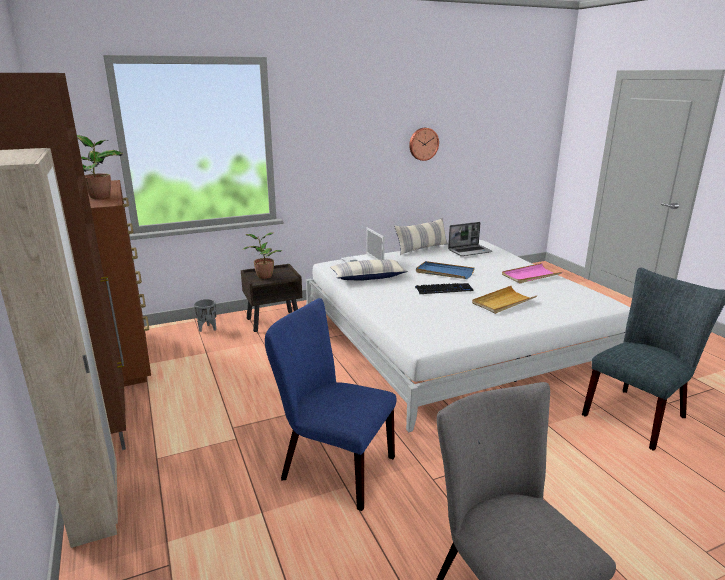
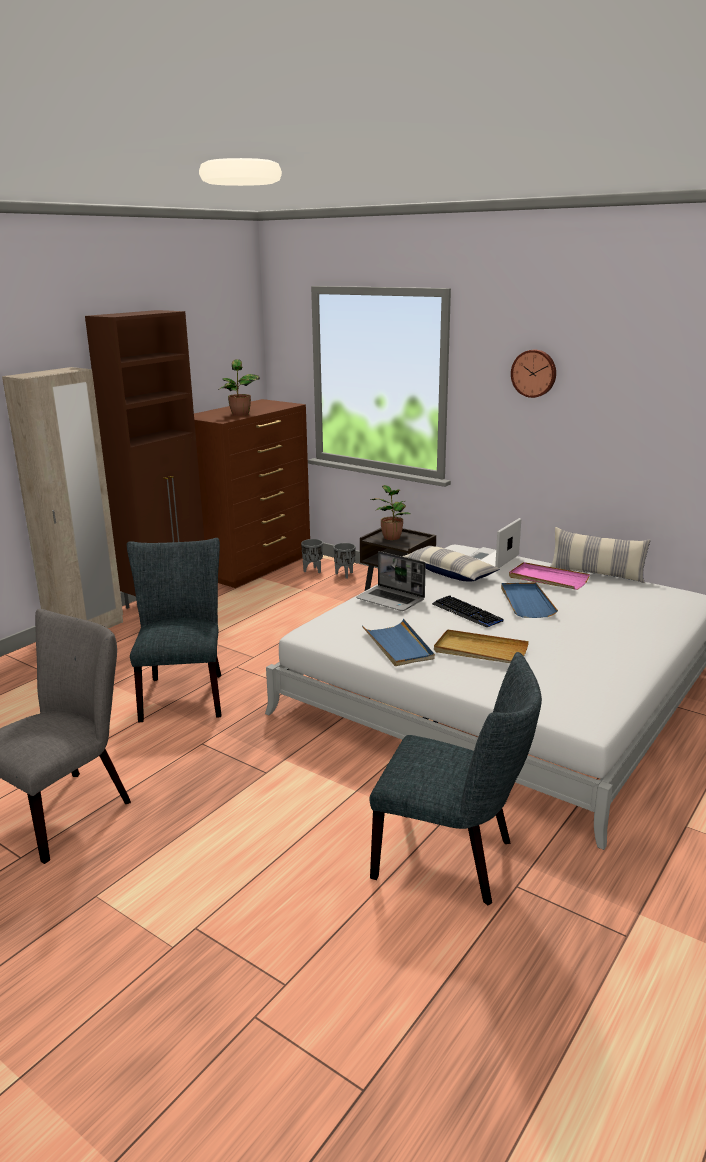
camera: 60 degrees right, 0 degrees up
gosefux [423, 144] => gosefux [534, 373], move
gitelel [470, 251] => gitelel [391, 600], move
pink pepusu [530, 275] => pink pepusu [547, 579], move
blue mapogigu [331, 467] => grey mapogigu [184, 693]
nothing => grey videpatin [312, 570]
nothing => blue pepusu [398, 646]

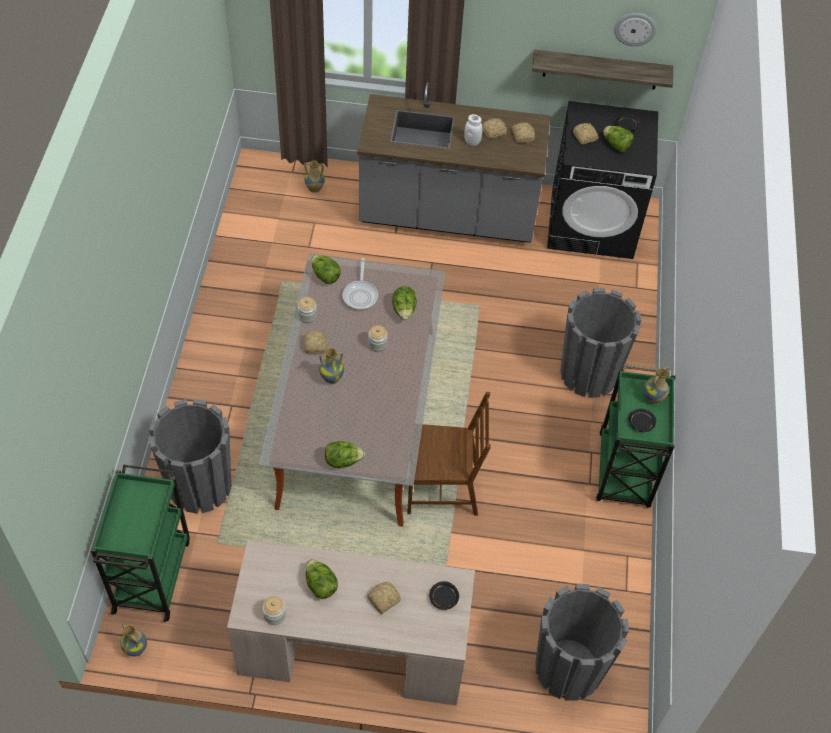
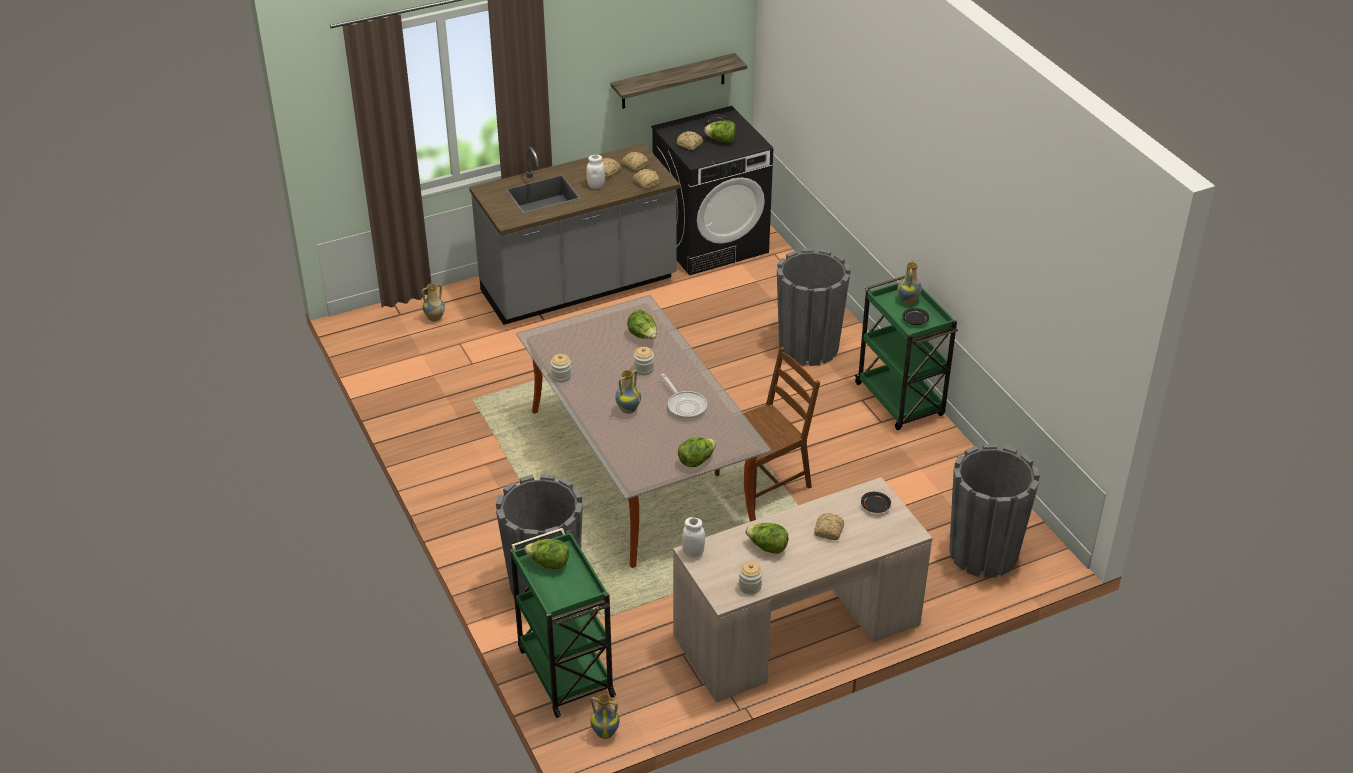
camera: 30 degrees left, 15 degrees down
gosefux [635, 28] => nothing
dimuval [325, 276] => dimuval [548, 564], move
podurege [360, 295] => podurege [685, 405], move
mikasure [315, 345] => mikasure [646, 182], move
nothing => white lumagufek [693, 552]

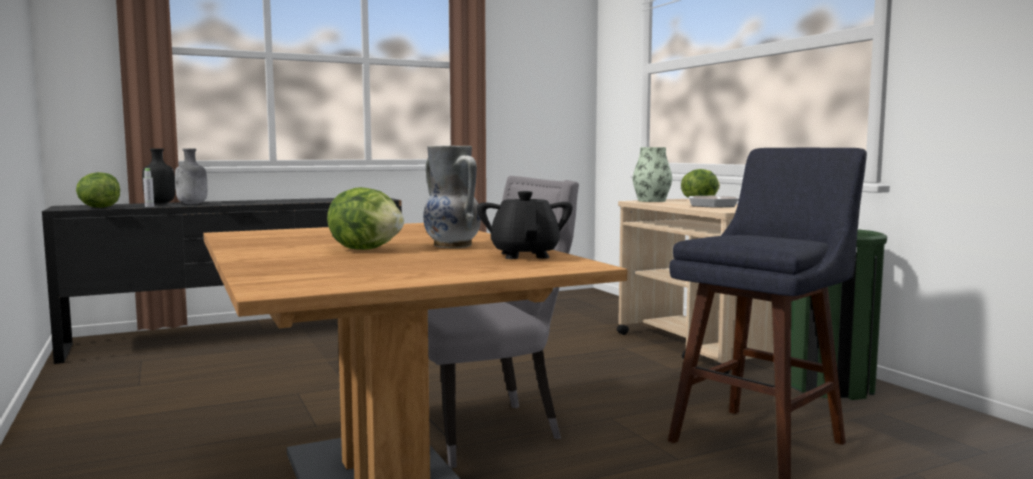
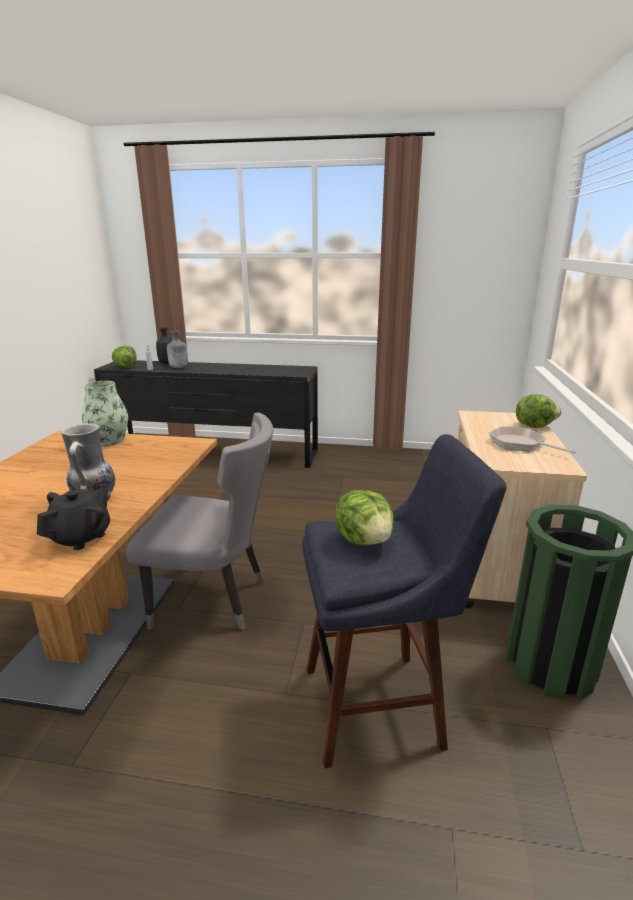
camera: 35 degrees right, 15 degrees up
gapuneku [651, 201] => gapuneku [109, 440], move
dimuval [367, 249] => dimuval [365, 540], move

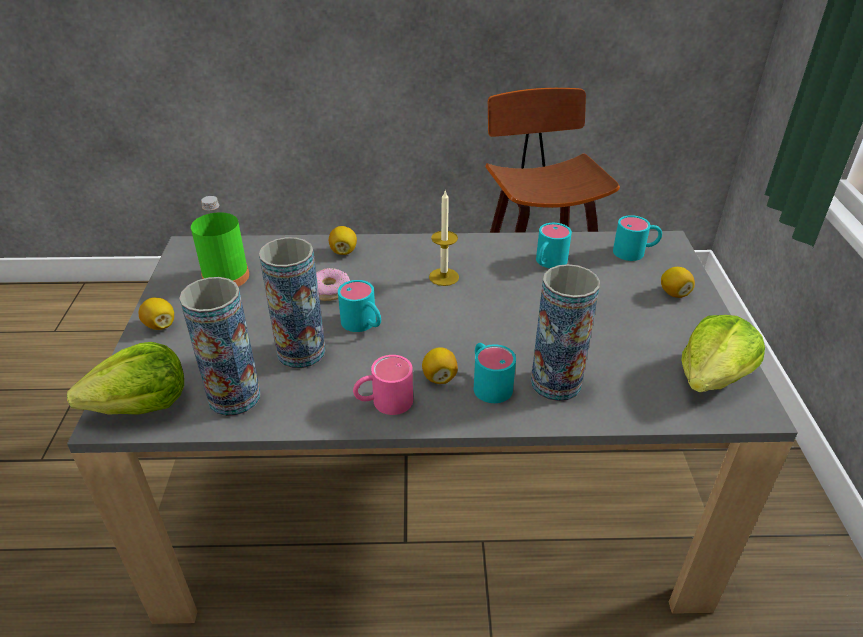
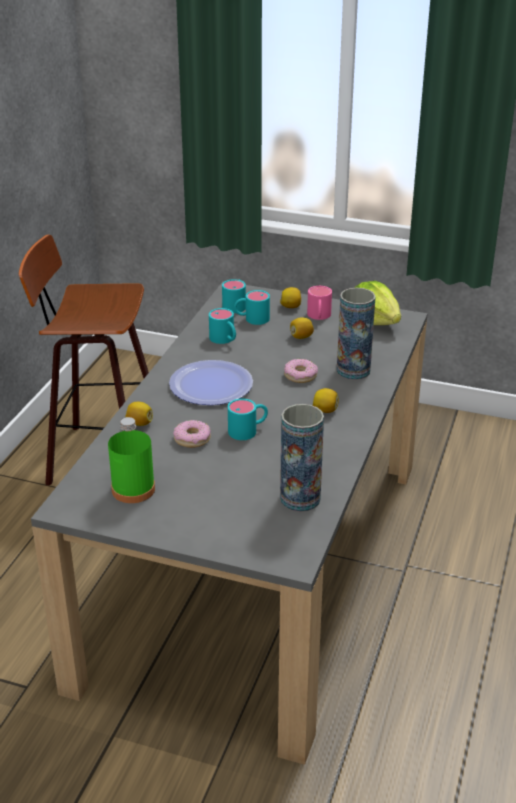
camera: 70 degrees left, 5 degrees down
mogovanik [444, 277] => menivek [211, 385]
gapuneku [301, 352] => nothing
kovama [160, 325] => kovama [301, 337], move
dimuval [141, 405] => nothing
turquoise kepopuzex [488, 383] => turquoise kepopuzex [251, 319], move
pink kepopuzex [383, 402] => pink kepopuzex [319, 316], move
nothing => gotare [300, 375]

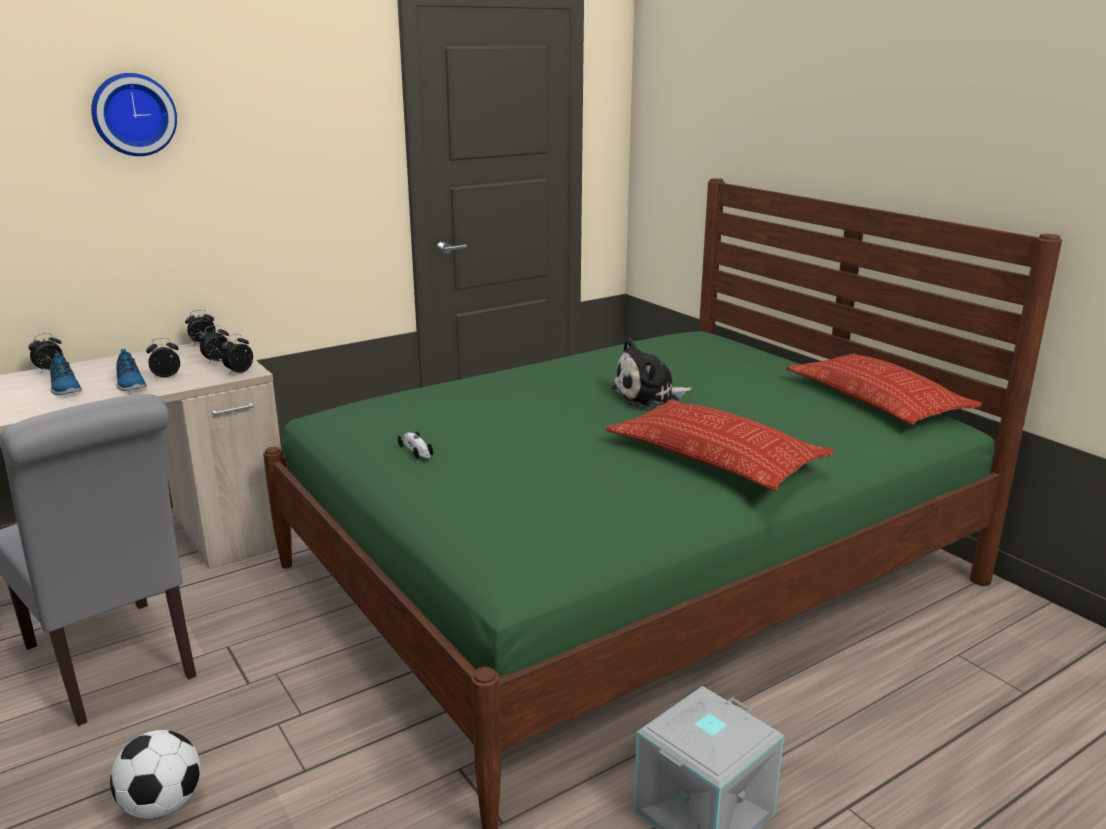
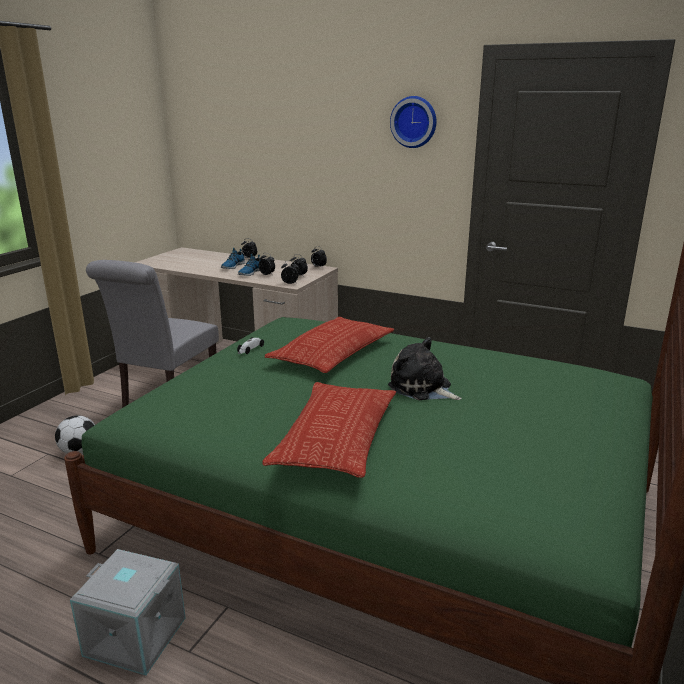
camera: 60 degrees right, 0 degrees up
gosefux [133, 114] => gosefux [414, 122], move
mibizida [877, 400] => mibizida [332, 353], move

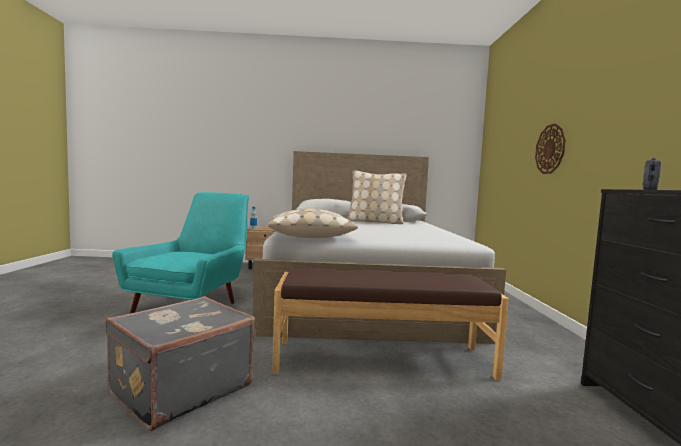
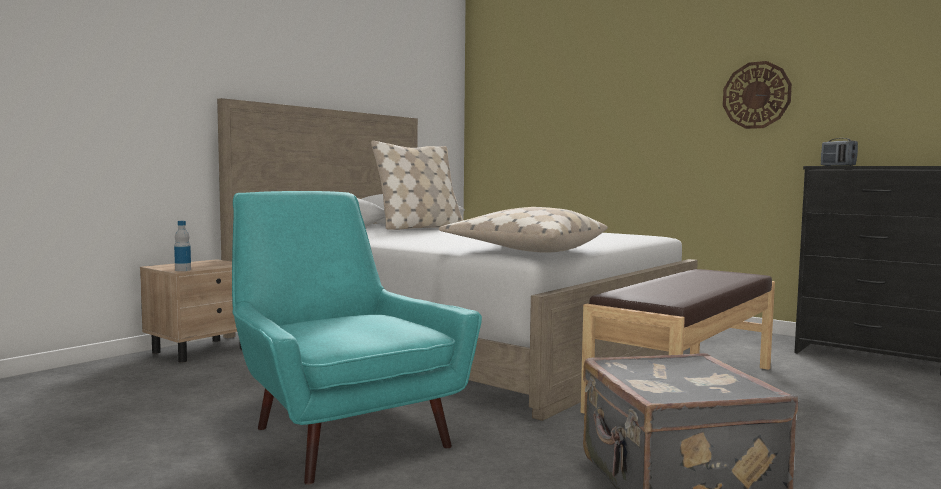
camera: 50 degrees left, 0 degrees up
gosefux [550, 149] => gosefux [756, 95], move

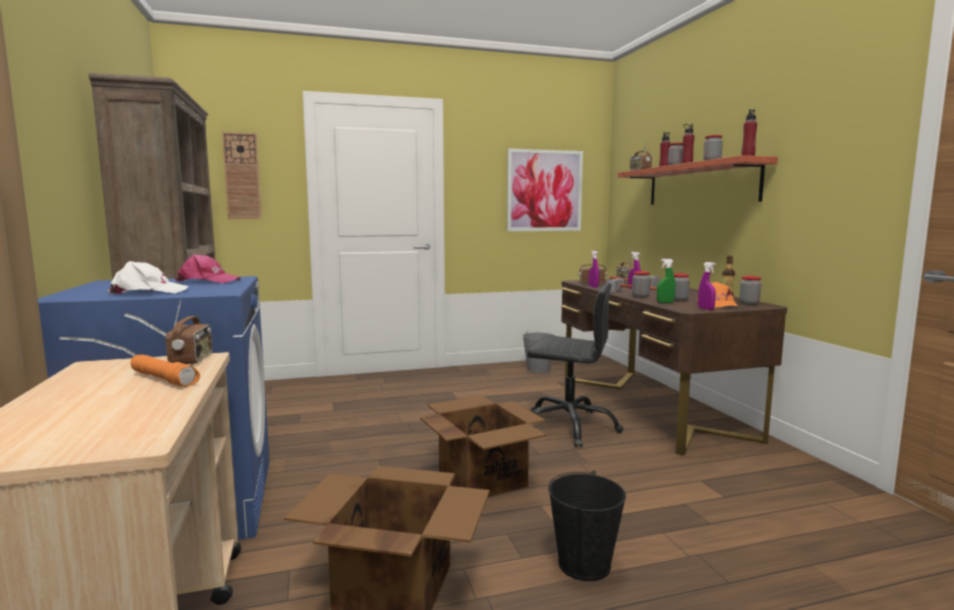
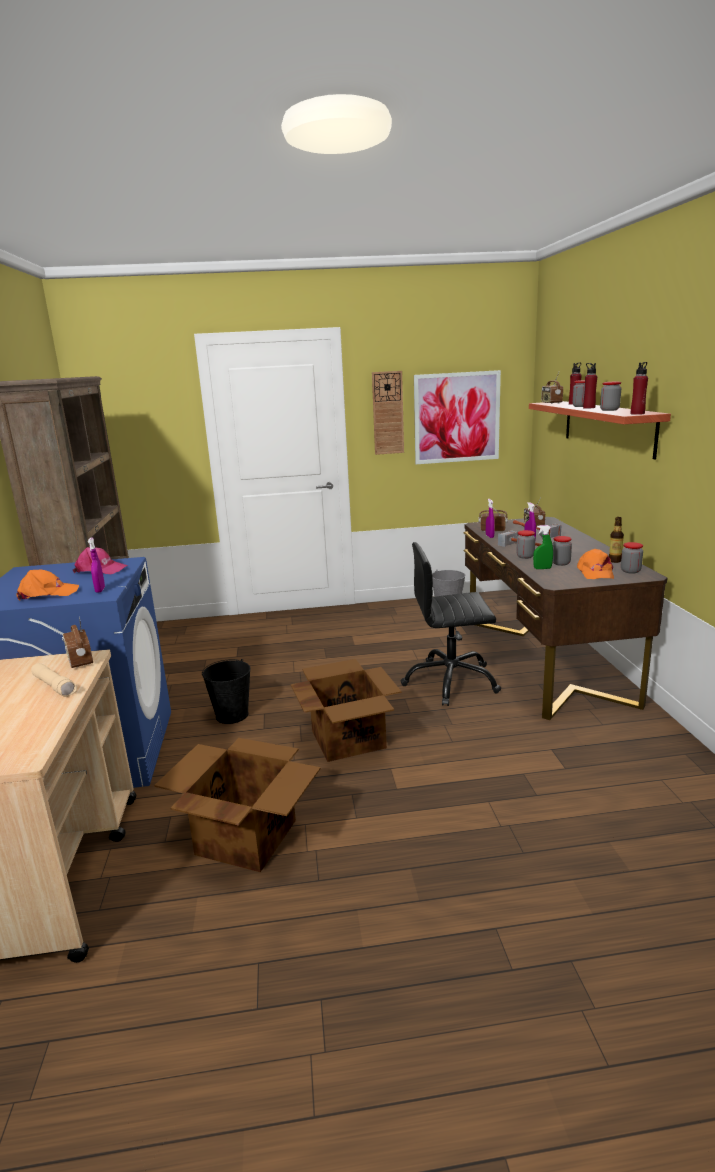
camera: 10 degrees right, 10 degrees up
gosefux [242, 176] => gosefux [388, 413], move
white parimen [148, 292] => orange parimen [47, 593]
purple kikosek [706, 309] => purple kikosek [100, 590], move
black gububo [569, 426] => black gububo [451, 681], 150 degrees clockwise
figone [192, 360] => figone [79, 661], 150 degrees clockwise
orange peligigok [165, 379] => beige peligigok [55, 686]
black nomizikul [584, 564] => black nomizikul [232, 715], move

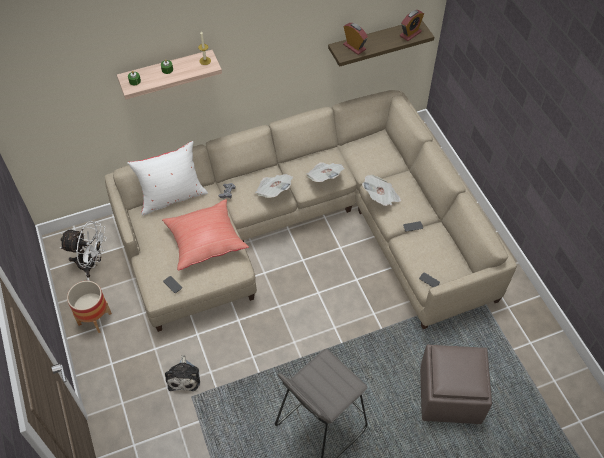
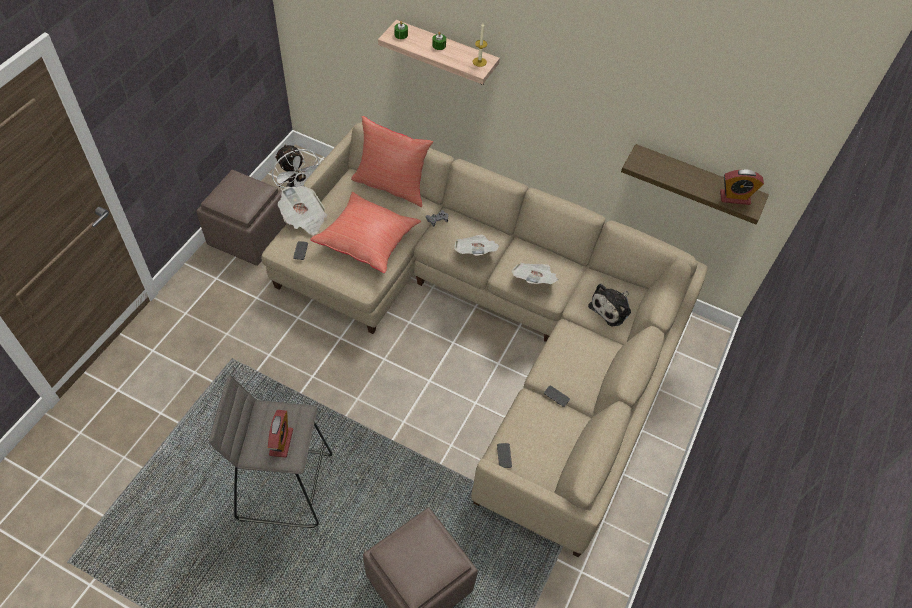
camera: 45 degrees right, 0 degrees up
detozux [354, 47] => detozux [281, 442], move
white mibizida [172, 197] => red mibizida [391, 186]
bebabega [381, 197] => bebabega [304, 219], move
videpatin [95, 319] => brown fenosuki [248, 236]
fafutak [184, 377] => fafutak [611, 308], move

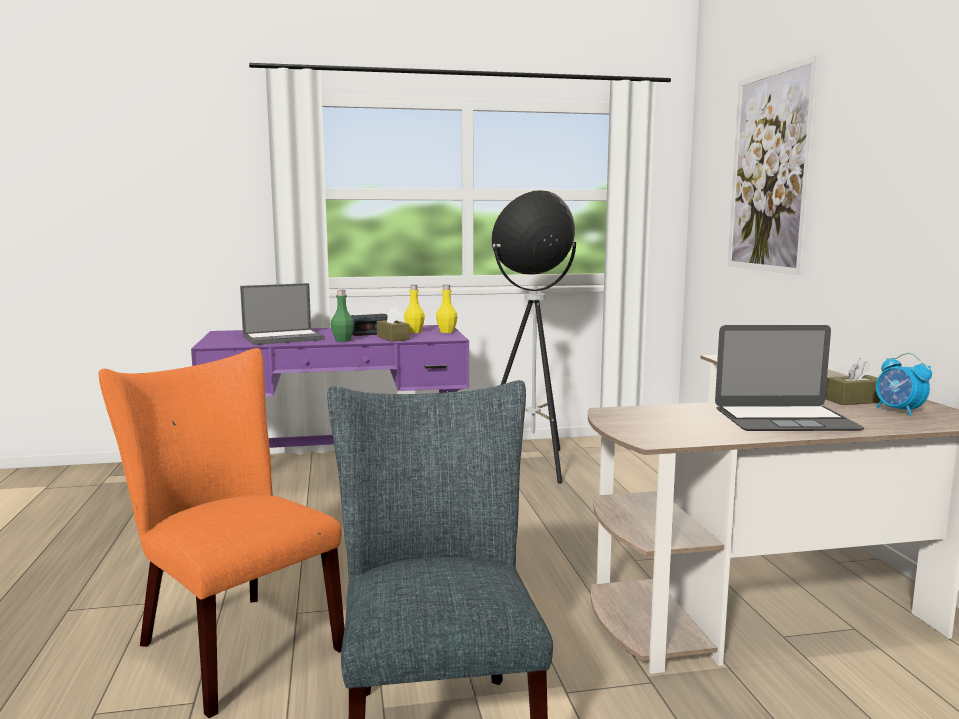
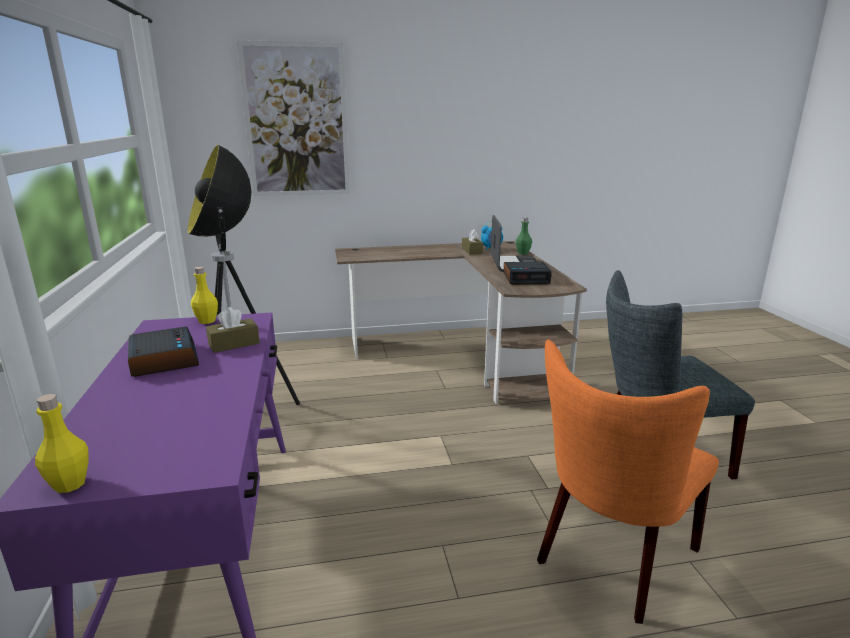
camera: 90 degrees left, 10 degrees up
gitelel [284, 338] => nothing
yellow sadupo [414, 332] => yellow sadupo [70, 484], move
green sadupo [343, 340] => green sadupo [523, 253], move
nothing => detozux [526, 278]

